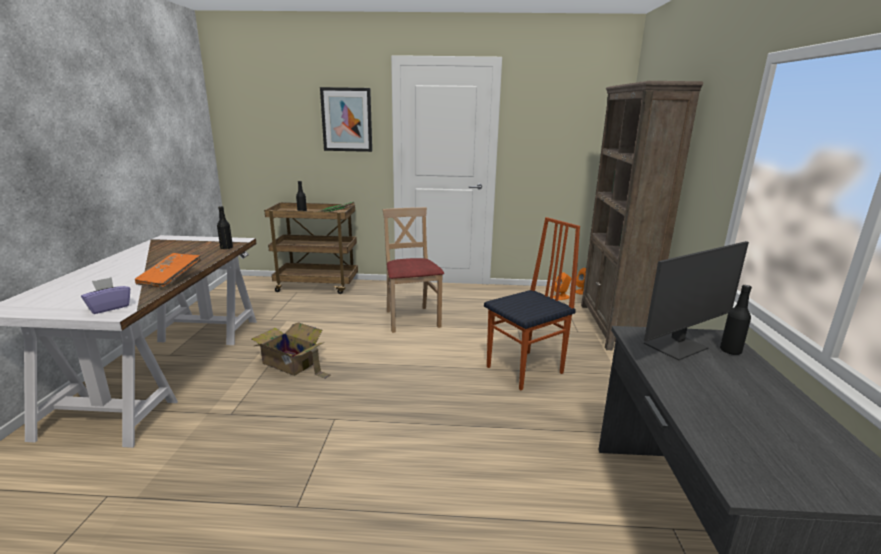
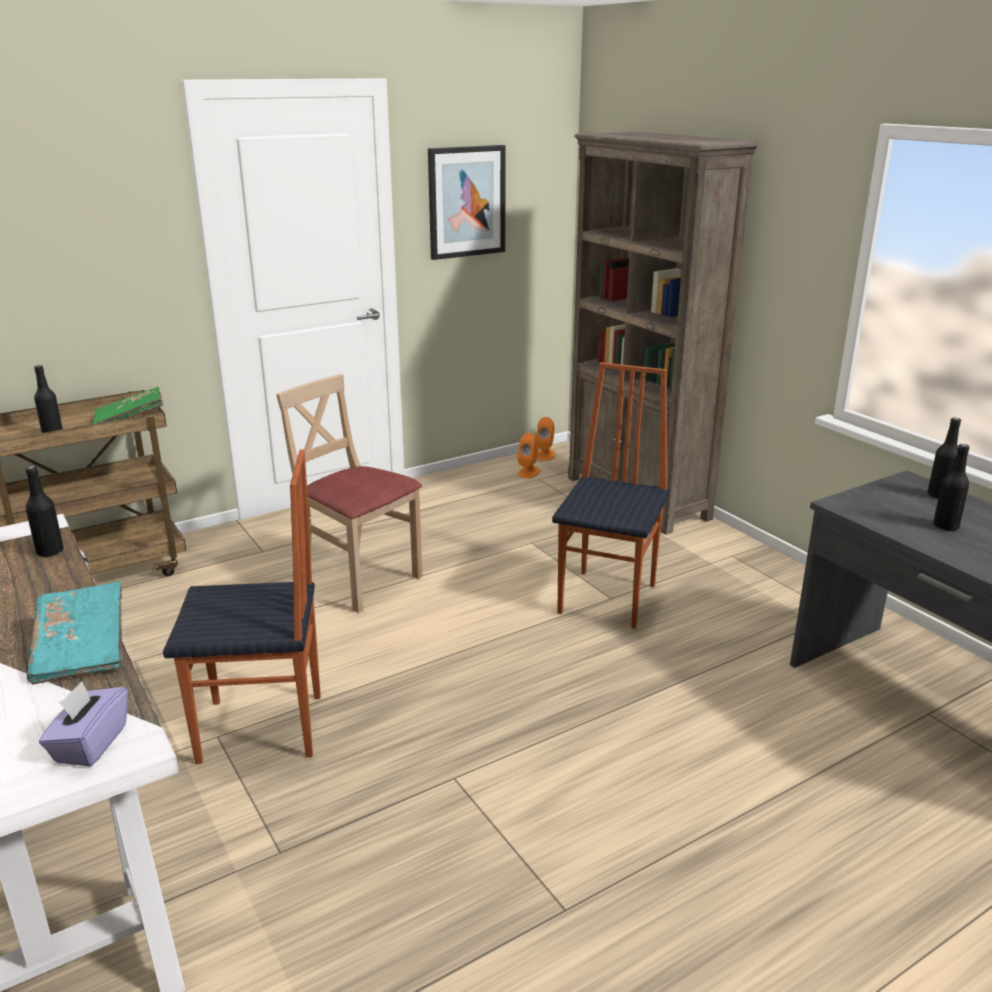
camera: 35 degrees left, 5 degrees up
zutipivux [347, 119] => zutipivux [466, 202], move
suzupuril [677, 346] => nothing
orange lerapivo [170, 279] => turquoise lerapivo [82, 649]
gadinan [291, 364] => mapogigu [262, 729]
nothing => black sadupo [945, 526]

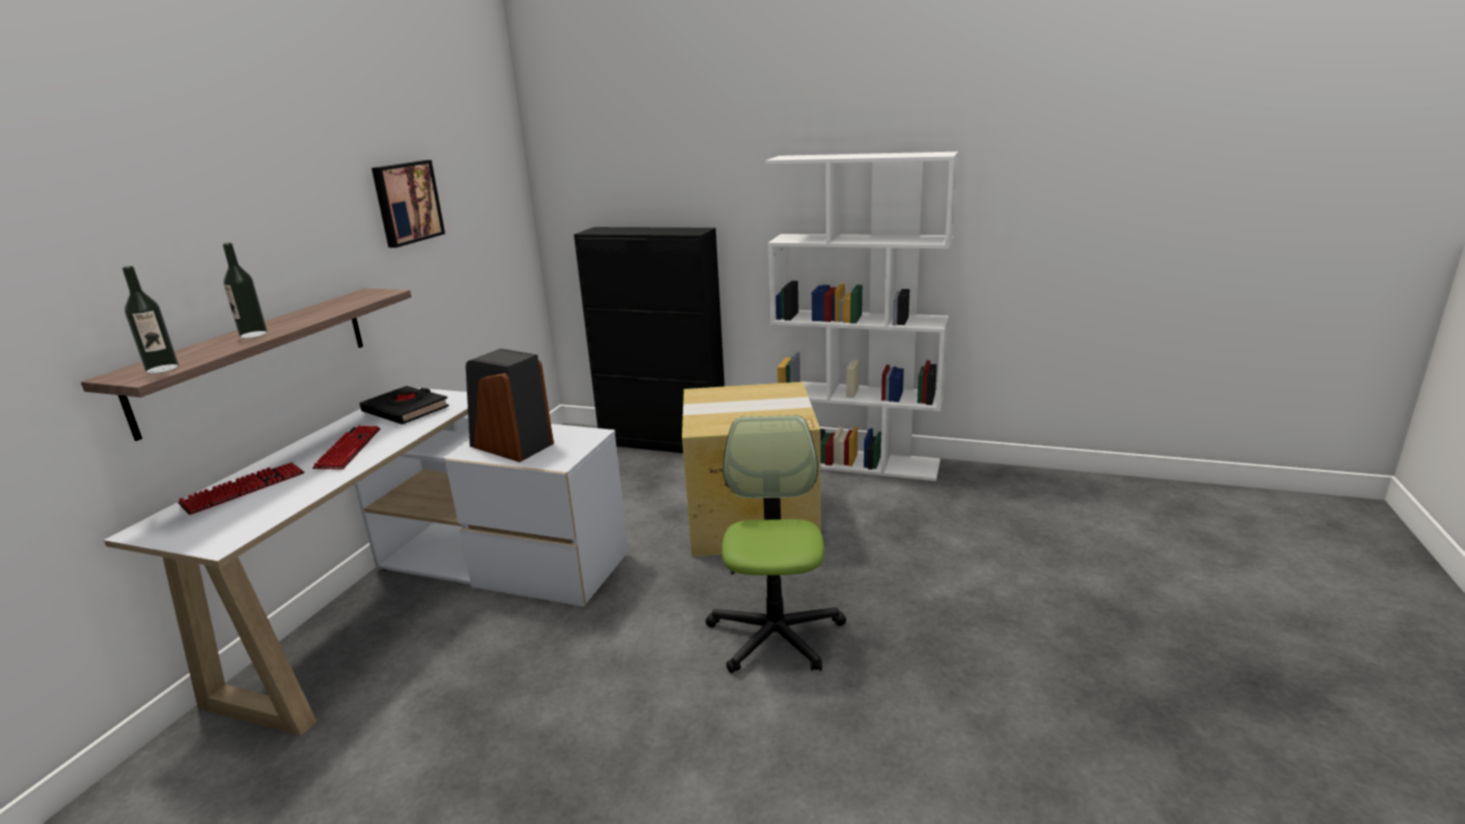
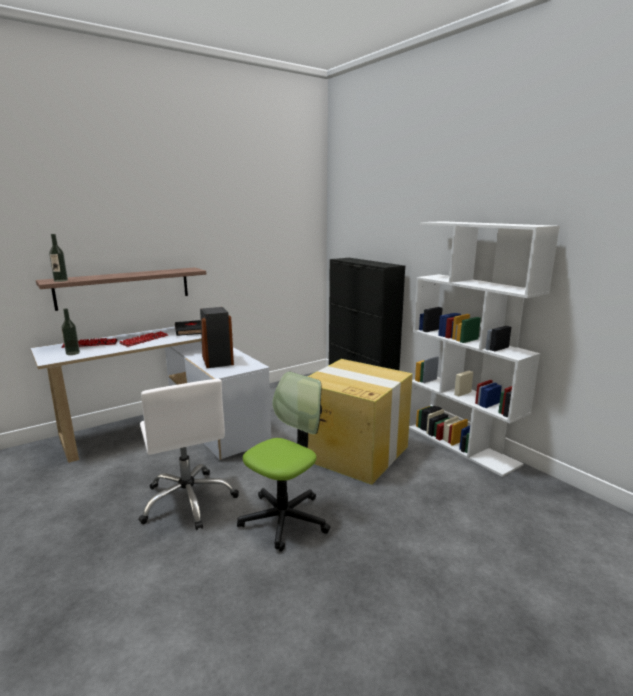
camera: 35 degrees right, 5 degrees down
zutipivux [406, 202] => nothing
sadupo [253, 334] => sadupo [72, 353], move
nothing => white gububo [189, 500]

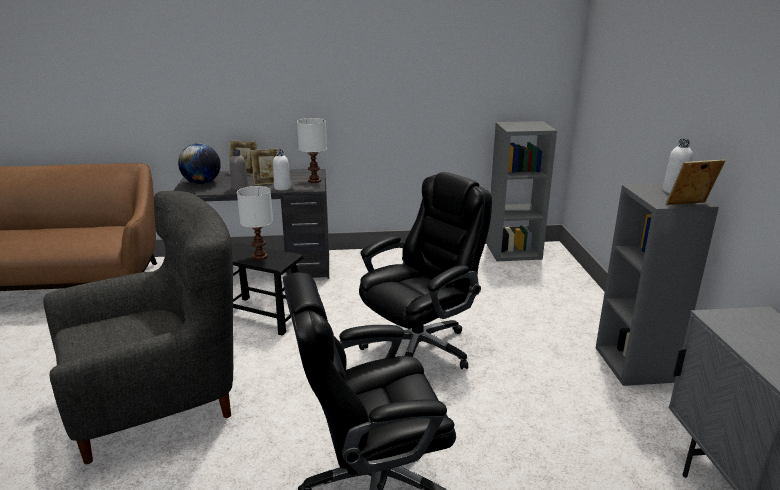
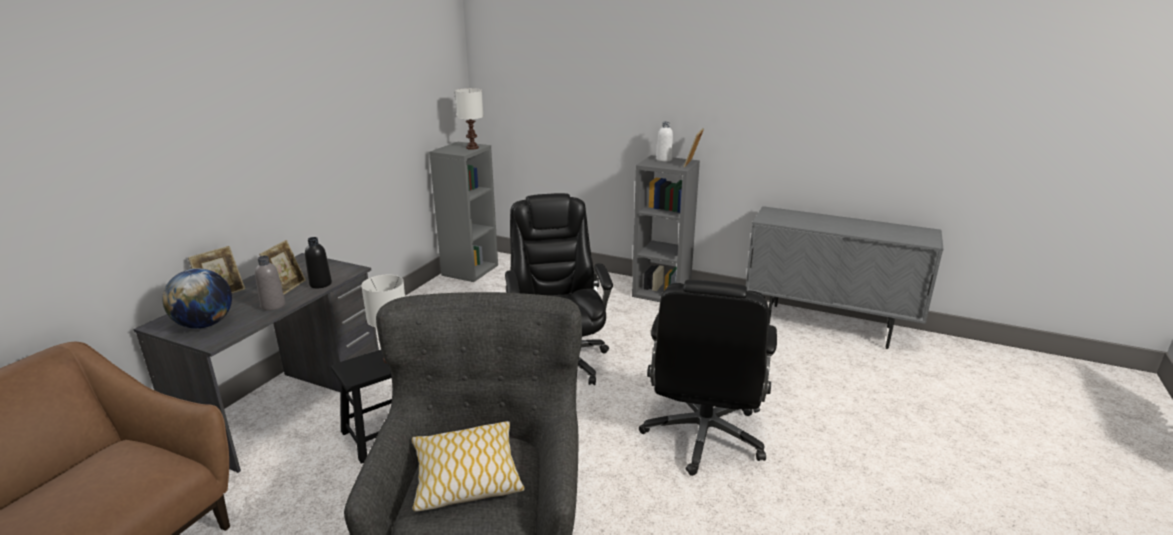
camera: 60 degrees left, 0 degrees up
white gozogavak [314, 181] => white gozogavak [472, 148], move
white sadupo [282, 188] => black sadupo [320, 284]
nothing => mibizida [466, 476]

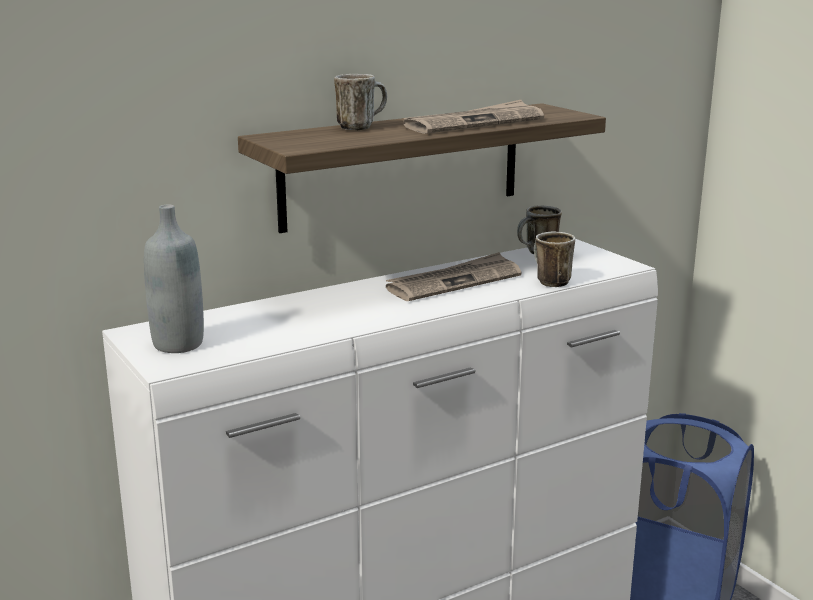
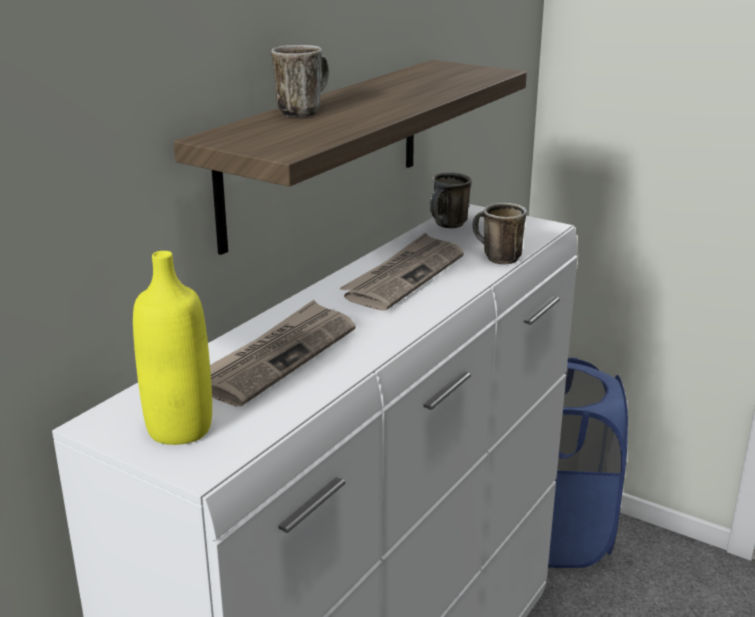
camera: 25 degrees left, 5 degrees up
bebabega [474, 123] => bebabega [277, 356], move
grey sadupo [178, 344] => yellow sadupo [180, 428]

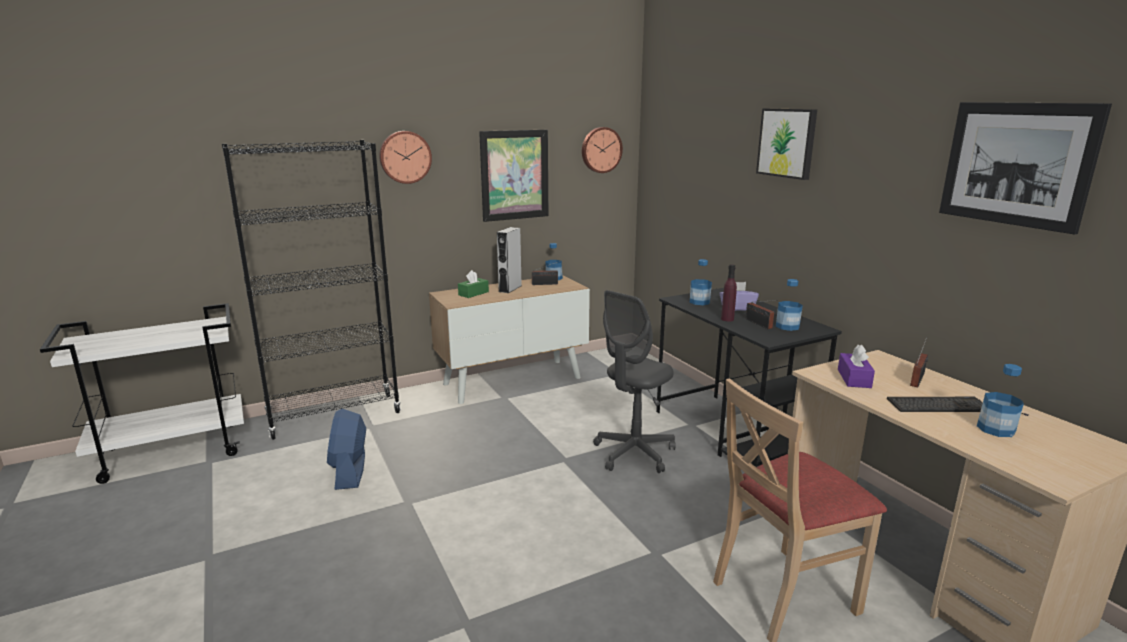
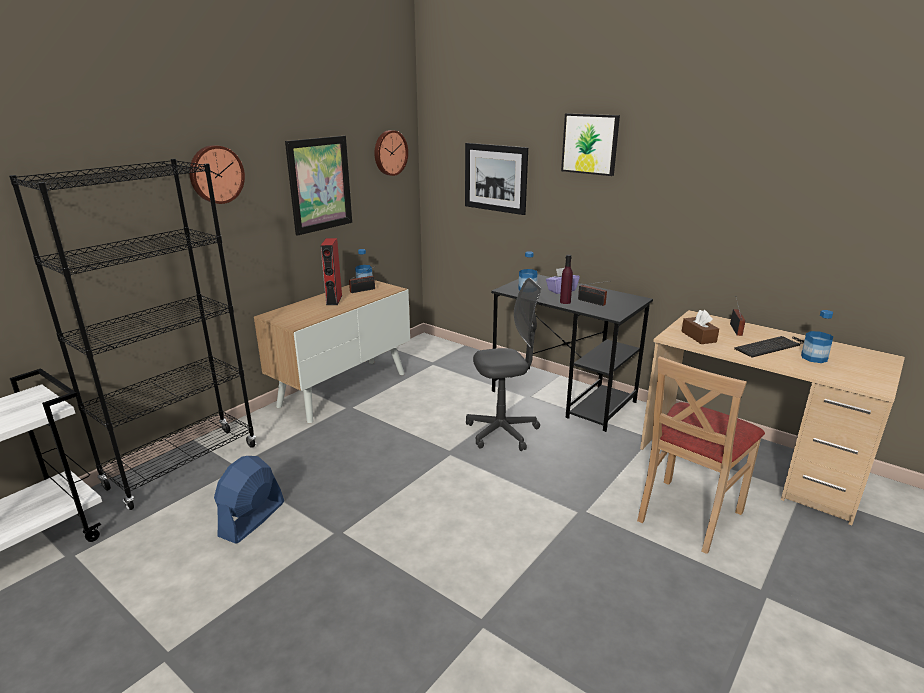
camera: 25 degrees left, 5 degrees up
zutipivux [1016, 164] => zutipivux [495, 178], move
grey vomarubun [510, 288] => red vomarubun [334, 300]
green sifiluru [473, 293] => nothing
sadupo [787, 326] => nothing
grey gububo [634, 453] => grey gububo [502, 432], 120 degrees counterclockwise
purple sifiluru [854, 378] => brown sifiluru [698, 337]
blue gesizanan [350, 471] => blue gesizanan [252, 519], 60 degrees clockwise

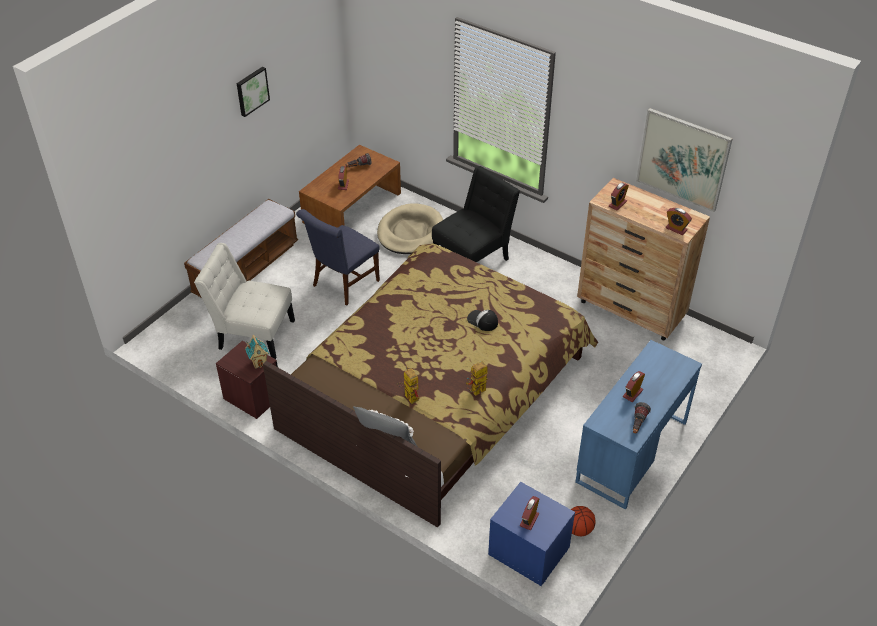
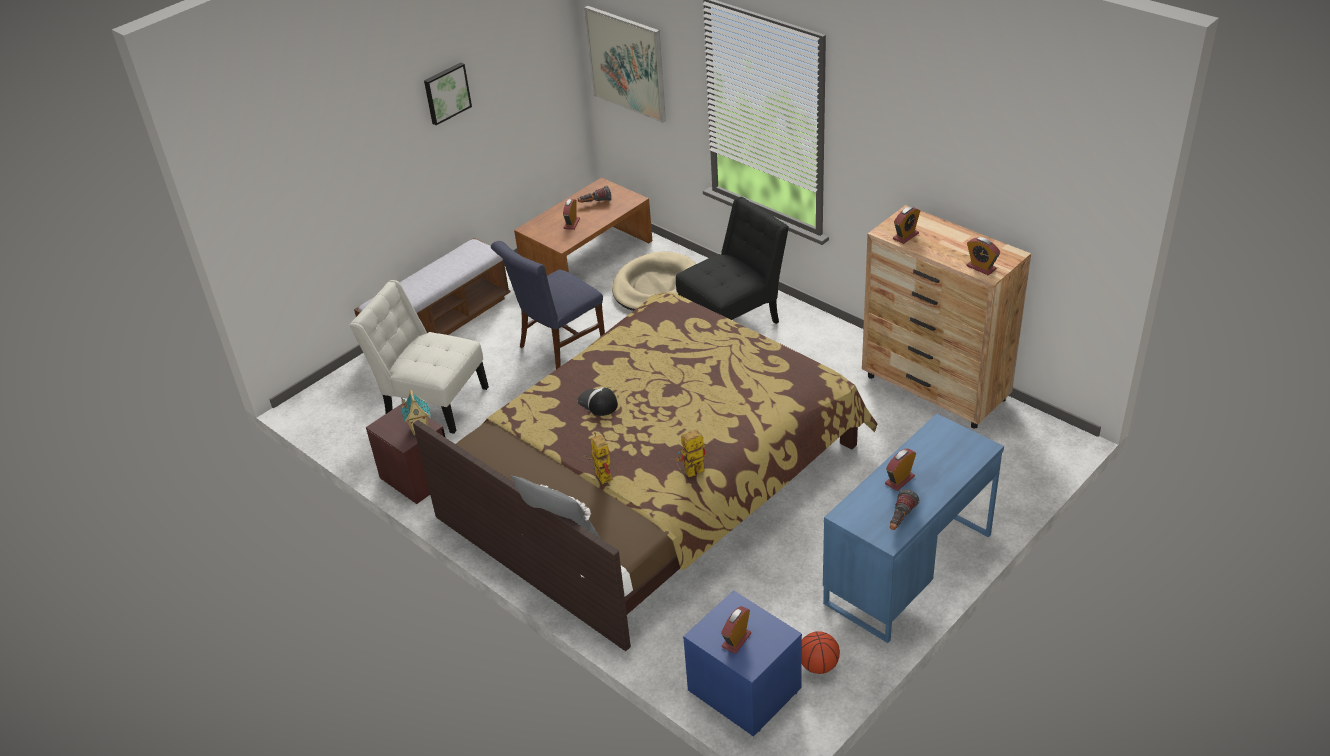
camera: 10 degrees right, 5 degrees down
zutipivux [683, 159] => zutipivux [626, 63], move
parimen [482, 321] => parimen [597, 403], move

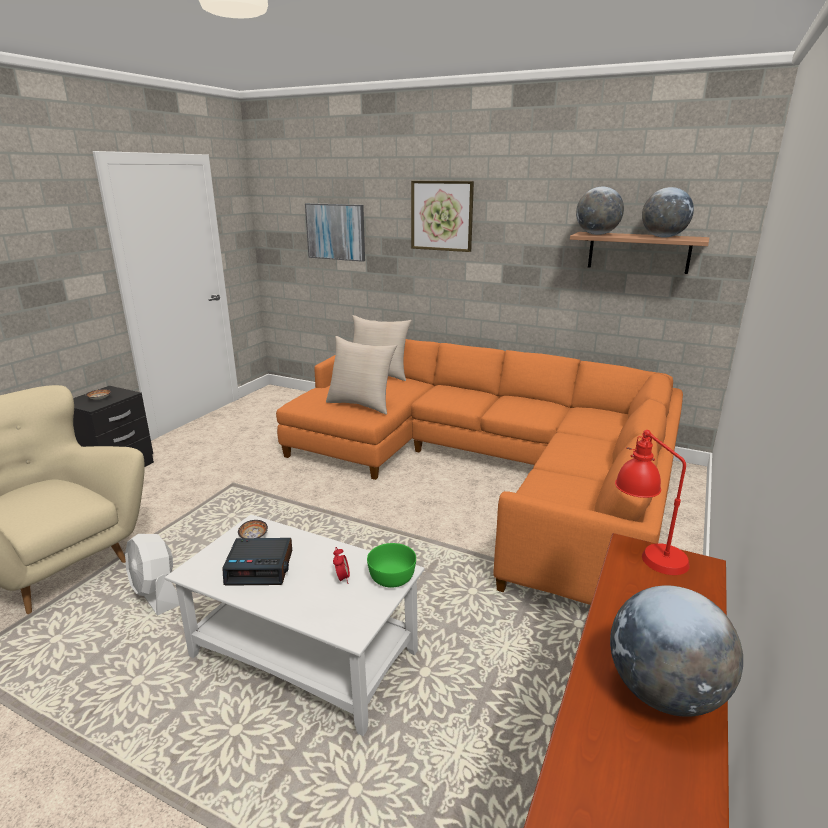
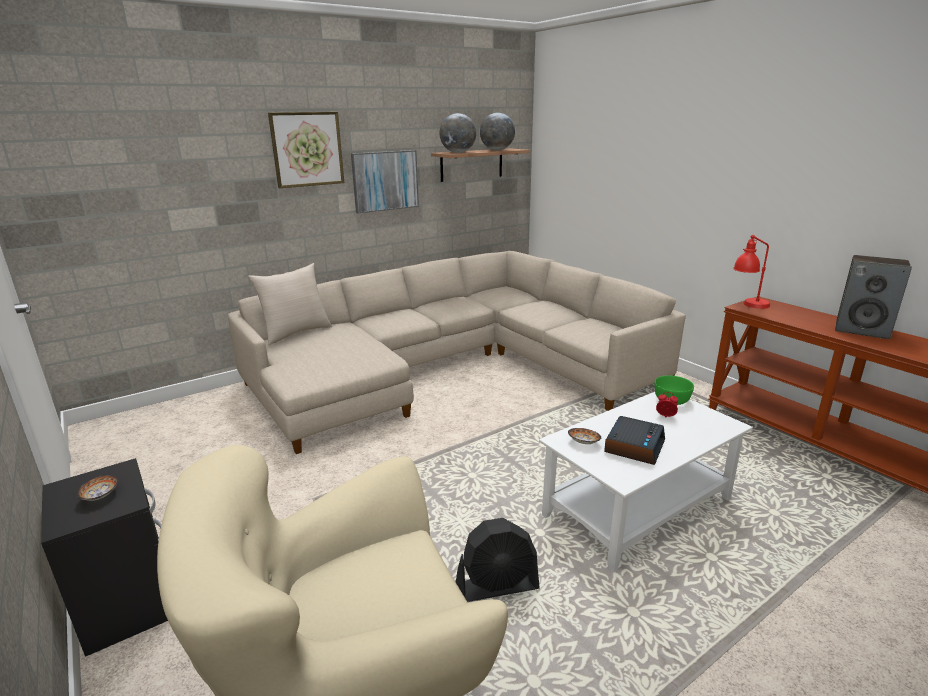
camera: 60 degrees left, 0 degrees up
zutipivux [336, 232] => zutipivux [385, 181], move
beige mibizida [361, 404] => nothing
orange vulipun [487, 469] => beige vulipun [451, 368]
white gesizanan [156, 594] => black gesizanan [497, 587]
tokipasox [664, 693] => vomarubun [862, 330]

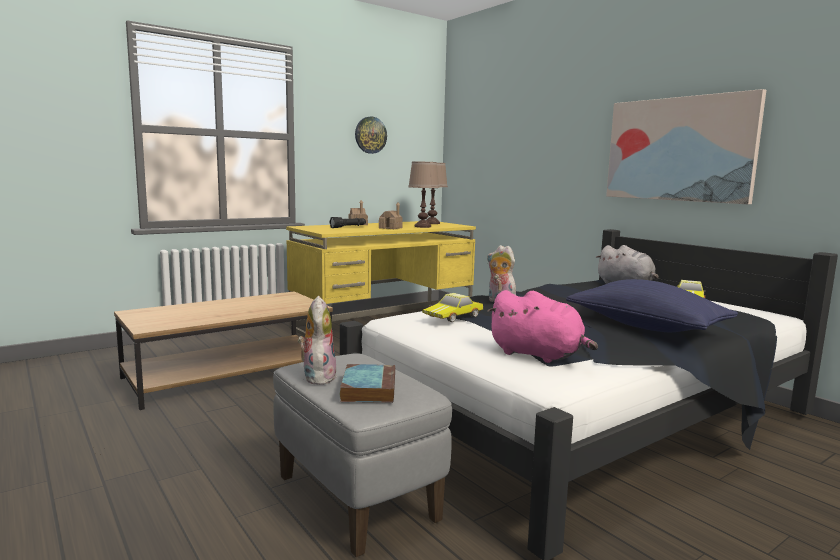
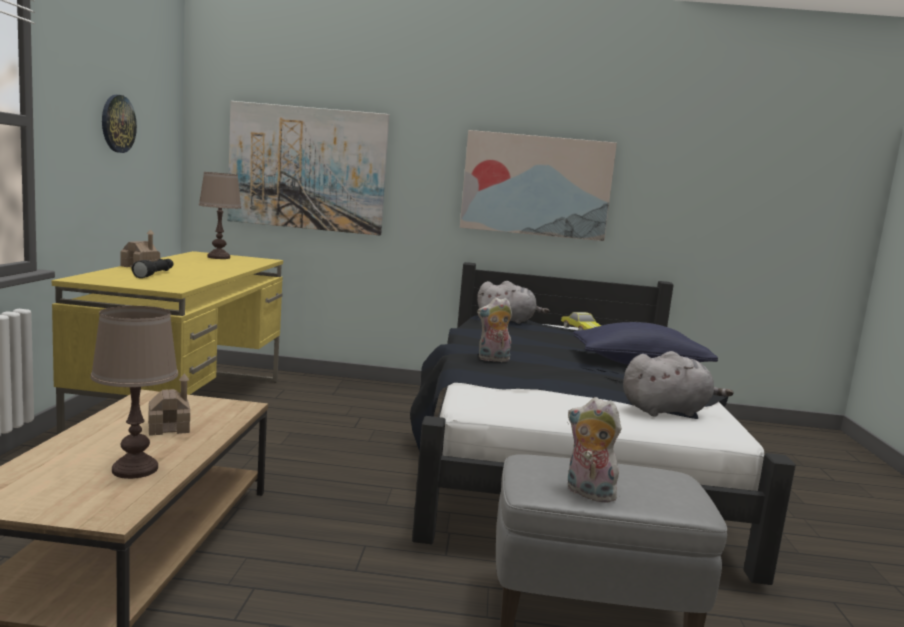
camera: 50 degrees left, 0 degrees up
brown gozogavak [423, 226] => brown gozogavak [135, 469], move
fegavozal [390, 228] => fegavozal [169, 427], move
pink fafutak [538, 355] => grey fafutak [667, 411]
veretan [454, 316] => nothing
lerapivo [368, 388] => nothing
nothing => zutipivux [307, 168]

